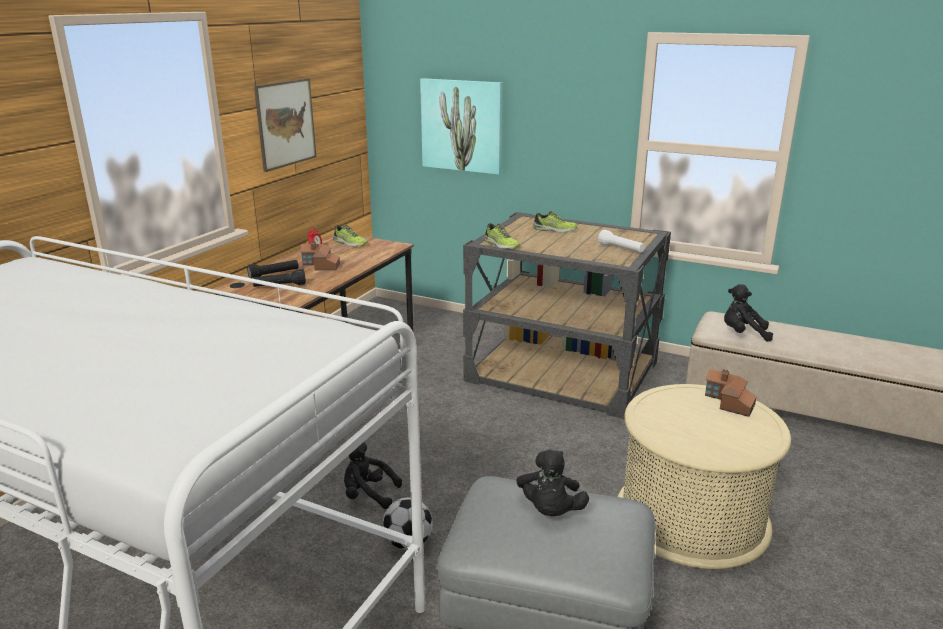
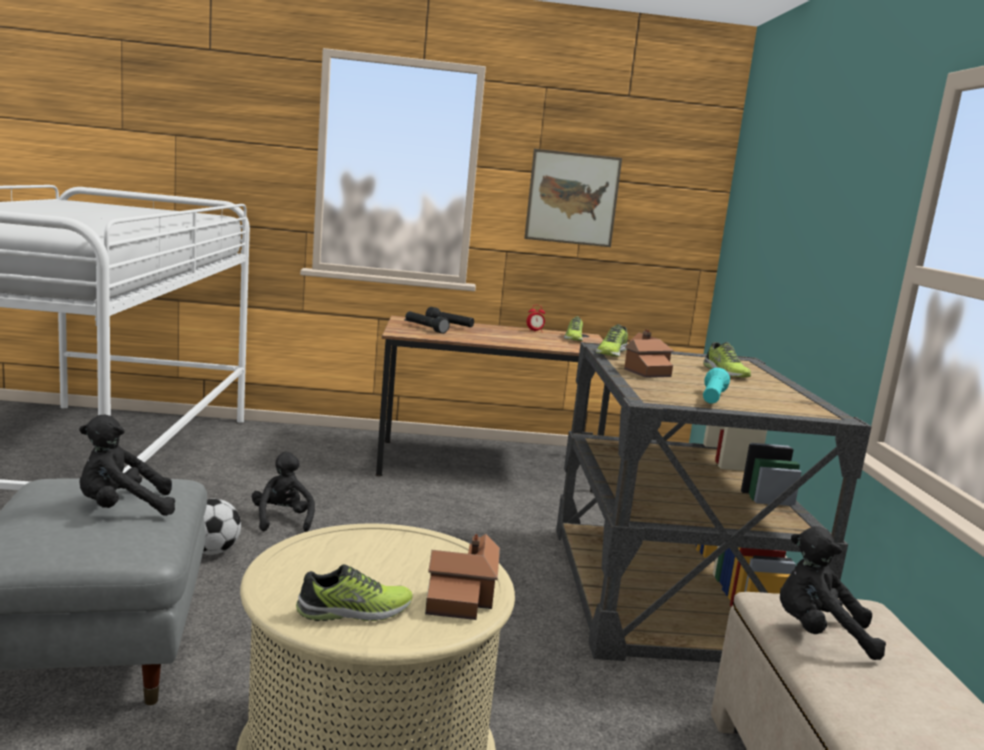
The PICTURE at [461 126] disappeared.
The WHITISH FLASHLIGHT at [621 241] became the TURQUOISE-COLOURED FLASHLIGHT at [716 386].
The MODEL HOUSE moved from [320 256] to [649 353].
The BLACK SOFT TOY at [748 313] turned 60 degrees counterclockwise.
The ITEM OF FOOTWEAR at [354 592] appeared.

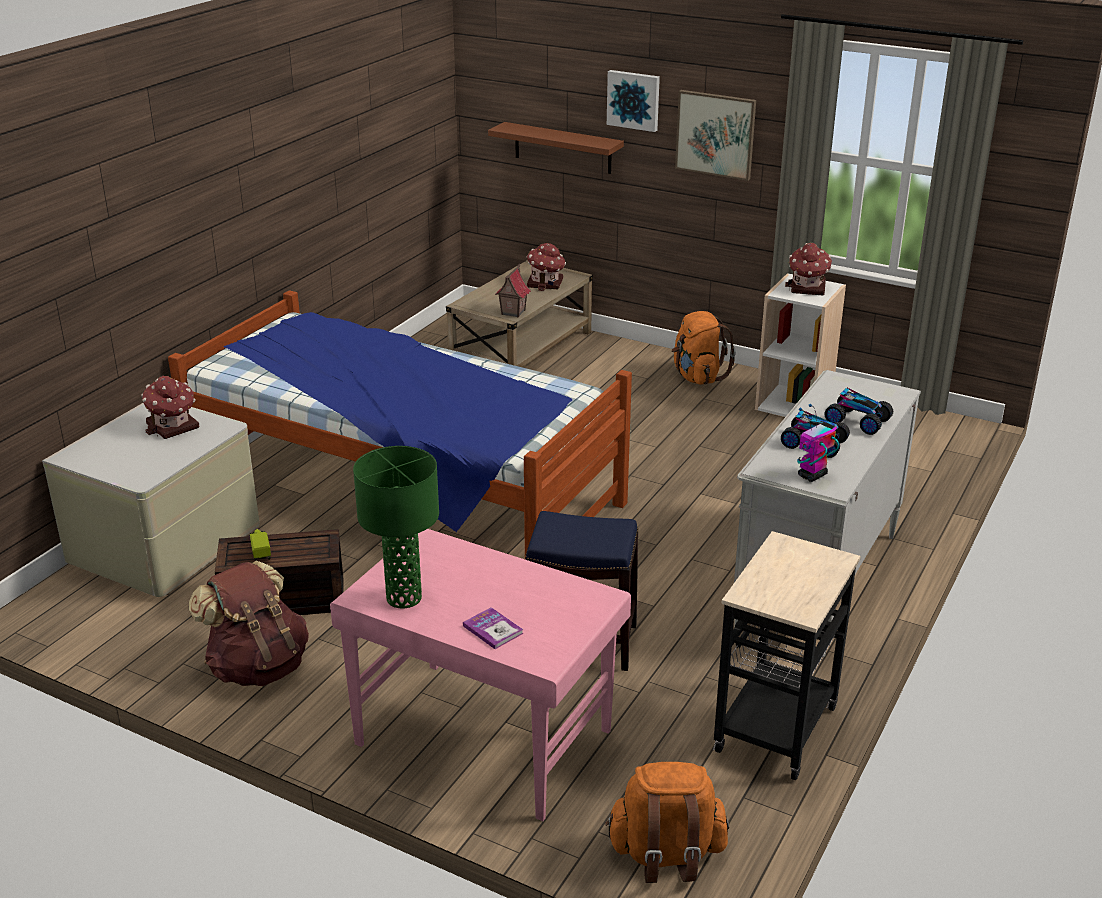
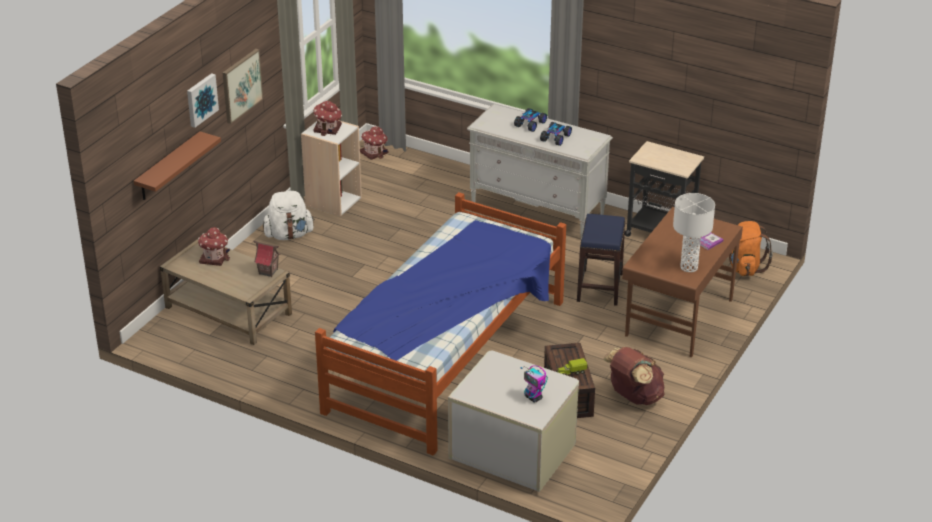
The ORANGE BACKPACK at [704 348] became the WHITISH BACKPACK at [289 215].
The MODEL HOUSE moved from [170 407] to [374 143].
The MODEL ROBOT moved from [818 443] to [534 384].
The GREEN TABLE LAMP at [396 527] became the WHITISH TABLE LAMP at [694 232].
The PINK-COLOURED DESK TABLE at [480 675] became the BROWN-COLOURED DESK TABLE at [682 282].

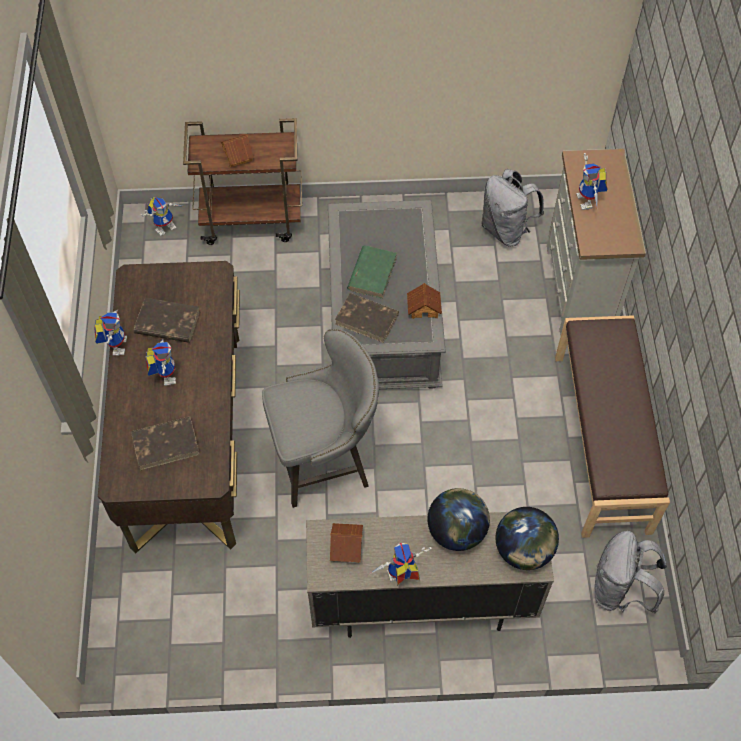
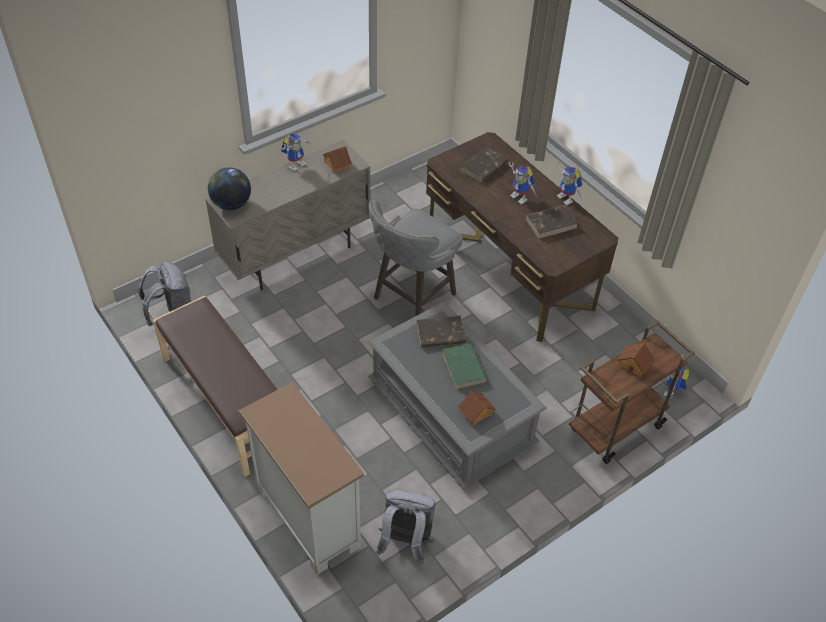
The MODEL ROBOT at [592 181] disappeared.
The MODEL HOUSE moved from [424 301] to [477 408].
The WORLD GLOBE at [459 519] disappeared.

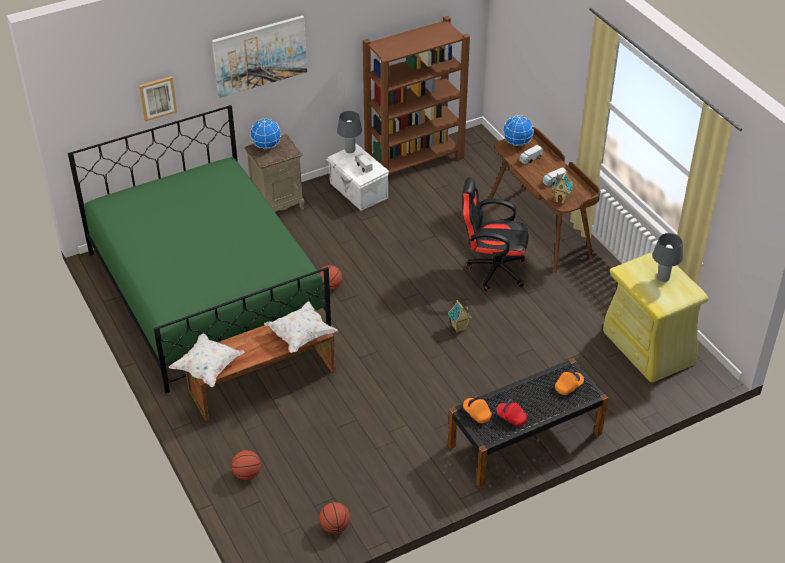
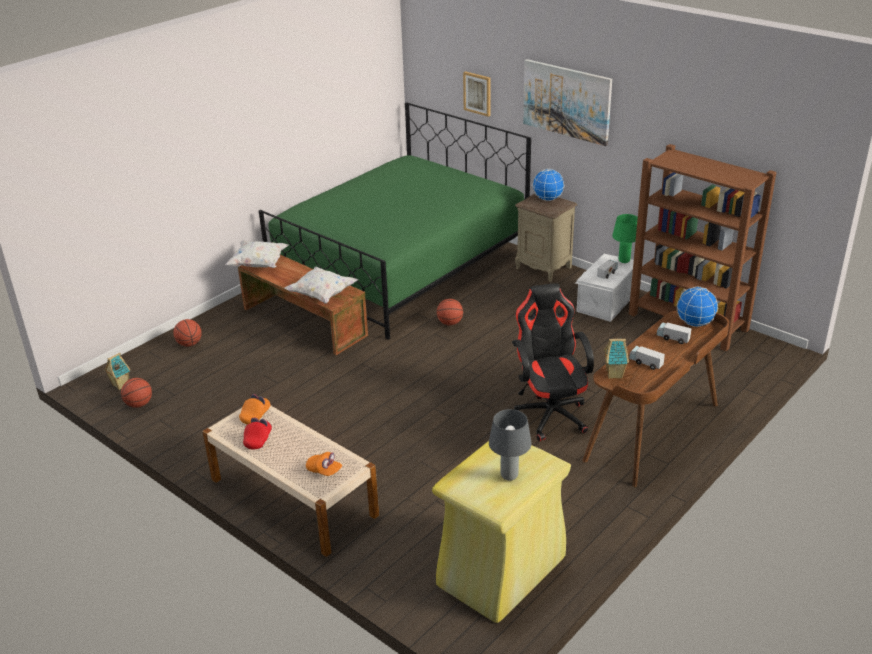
The GREY TABLE LAMP at [349 132] became the GREEN TABLE LAMP at [625 238].
The MODEL HOUSE moved from [459 316] to [117 371].
The BLACK BENCH at [528 423] became the SAND-COLOURED BENCH at [290 481].

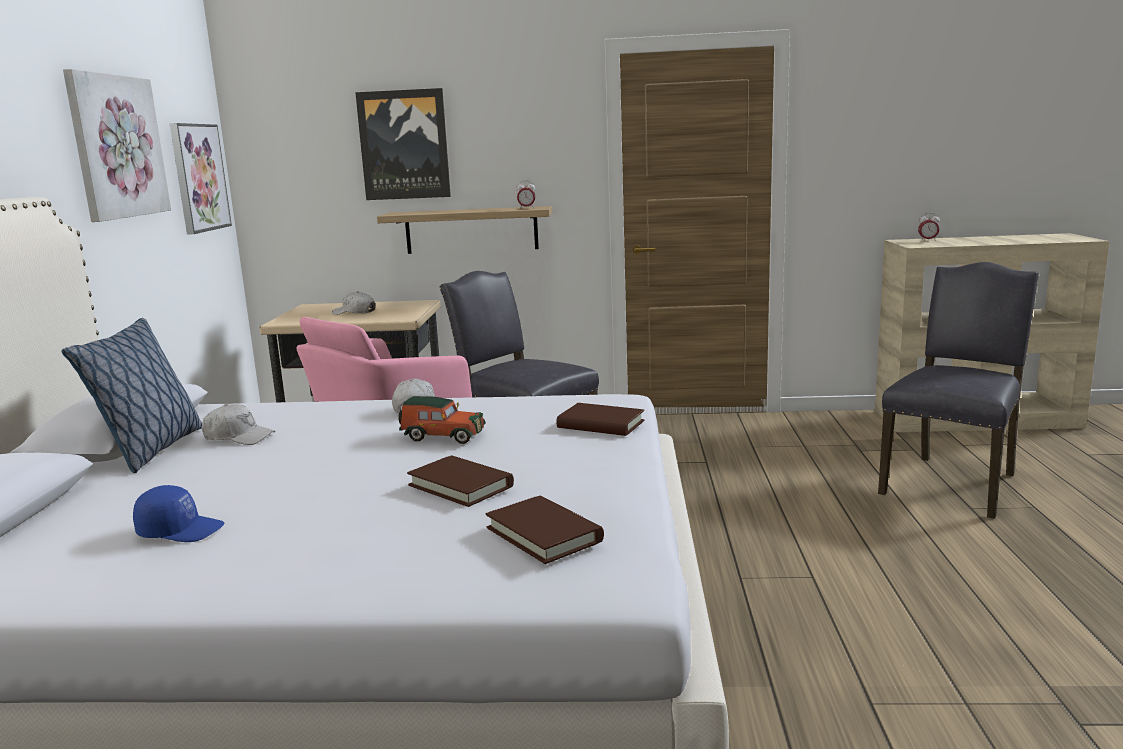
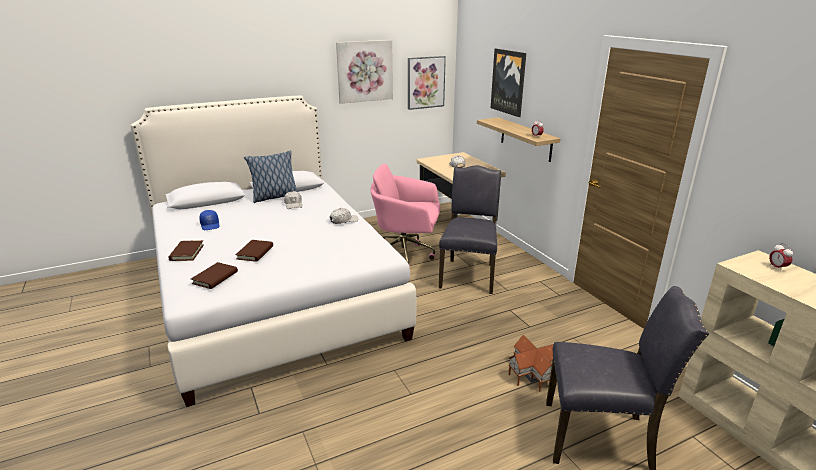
The MODEL CAR at [442 420] disappeared.
The BROWN-COLOURED BOUND BOOK moved from [600 419] to [186 250].
The MODEL HOUSE at [531 363] appeared.

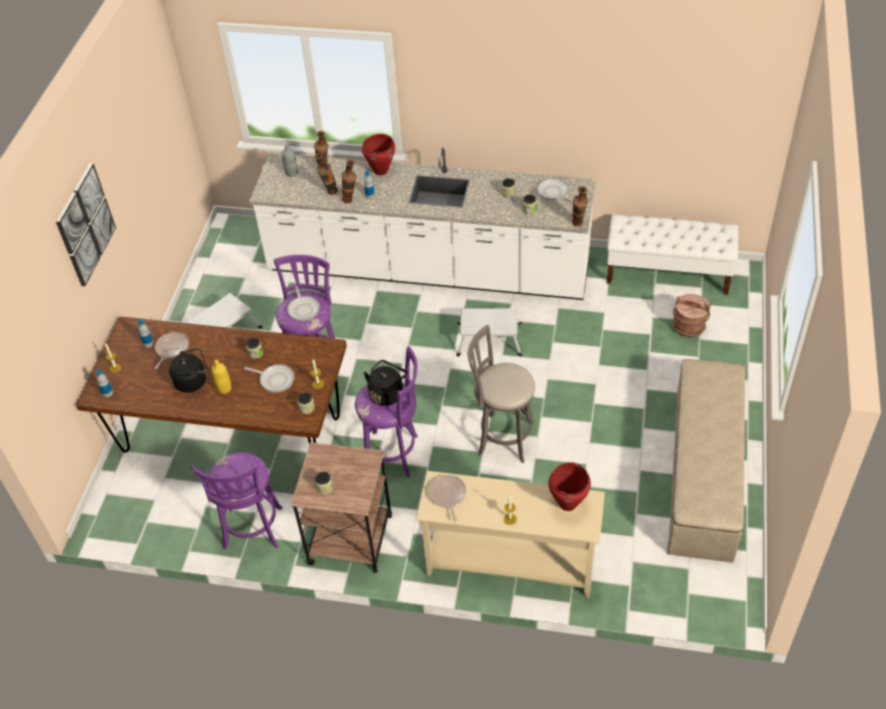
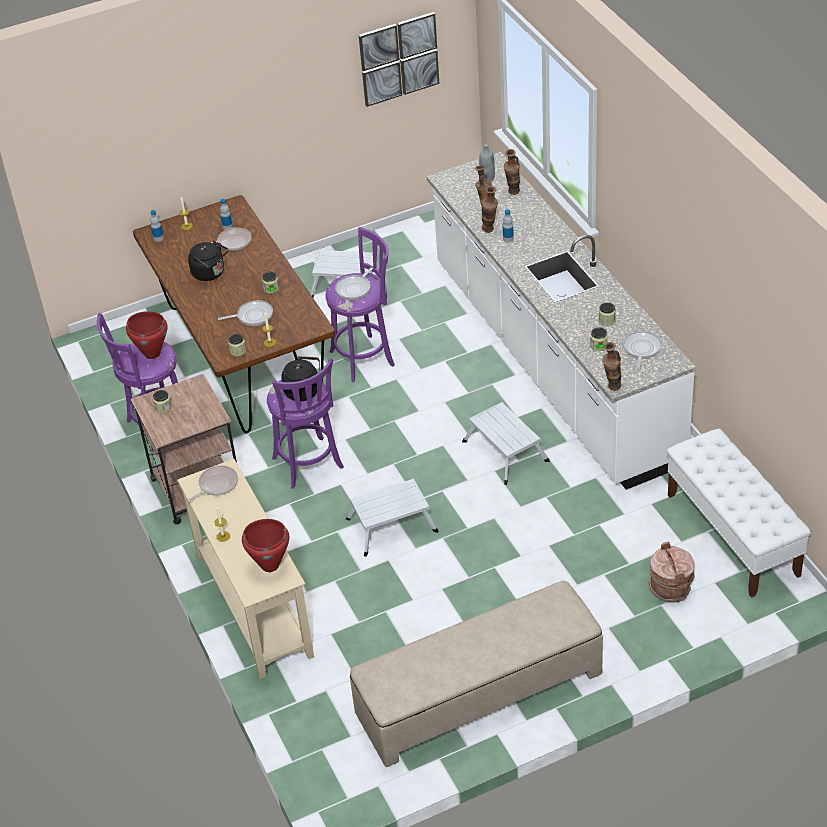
The RED COOKING POT moved from [378 154] to [147 335].
The PICTURE moved from [86 224] to [399 59].
The GREY SITTING STOOL at [501 394] was replaced by the WHITISH STEP LADDER at [392 517].
The YELLOW BOTTLE at [221 377] disappeared.
The SKILLET at [269 378] turned 90 degrees counterclockwise.

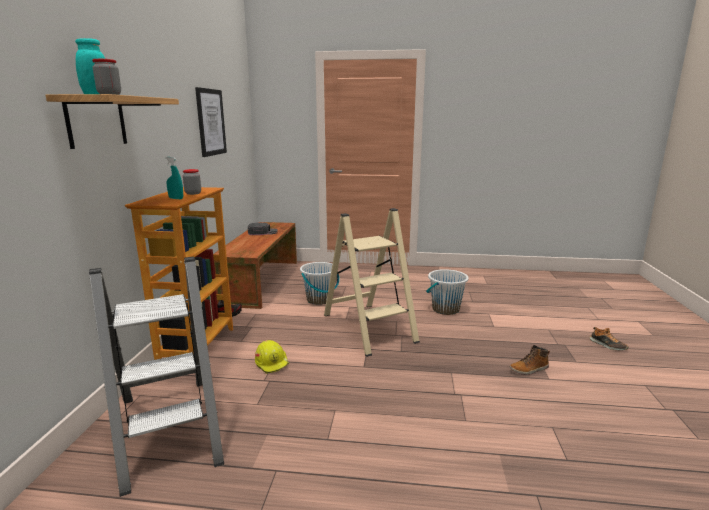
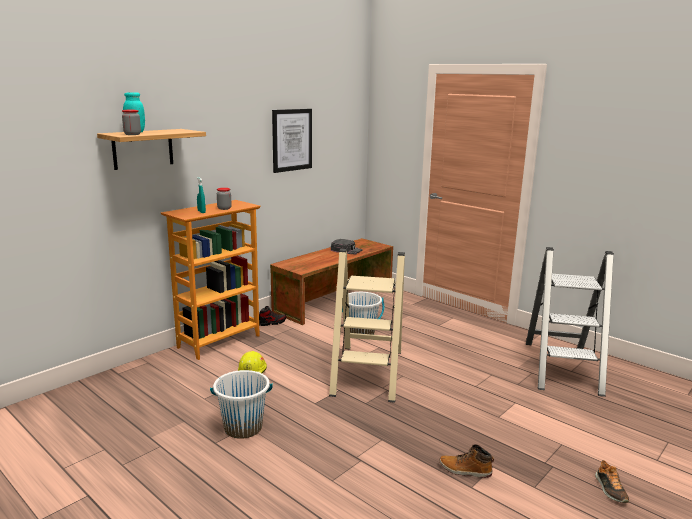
The GREY STEP LADDER moved from [156 376] to [570 322].
The WHITISH PAIL moved from [447 292] to [241 404].

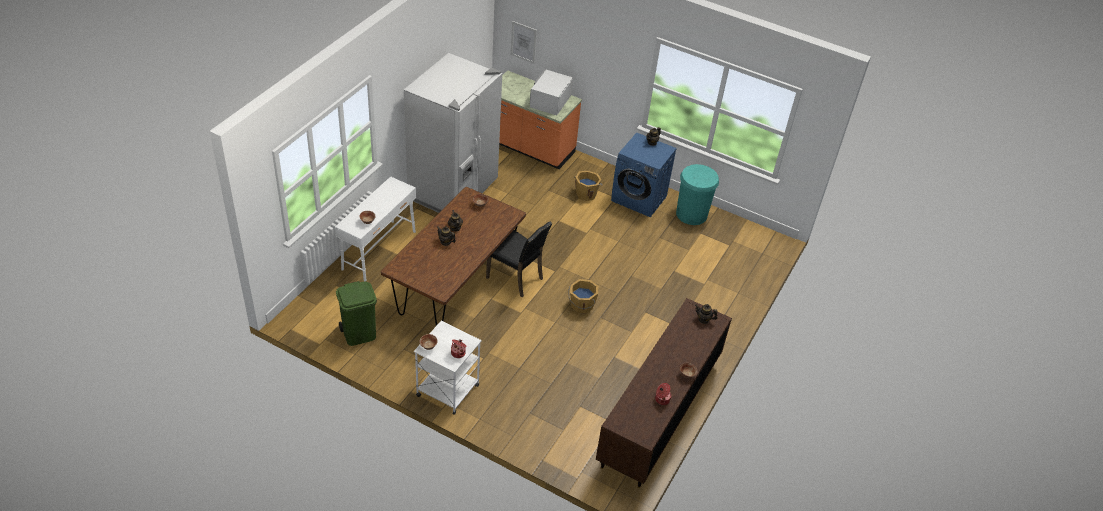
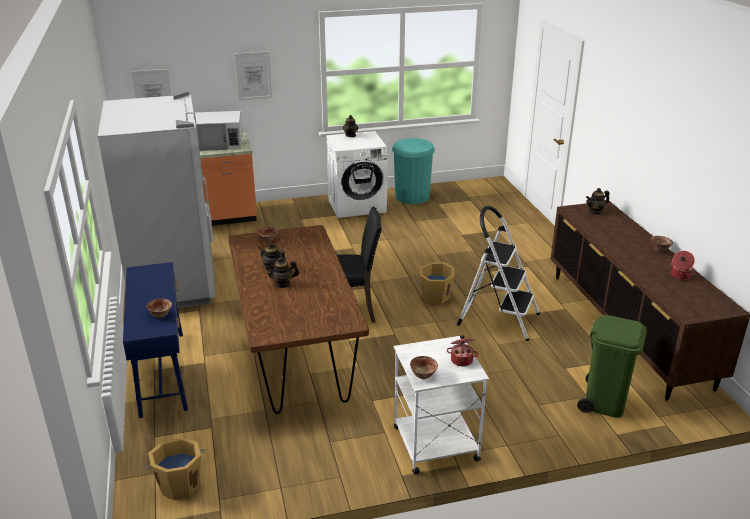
The WHITISH KITCHEN MICROWAVE at [551 92] turned 75 degrees counterclockwise.
The BLUE WASHING MACHINE at [644 174] became the WHITISH WASHING MACHINE at [357 174].
The ORANGE PAIL moved from [588 186] to [175 468].
The WHITISH CONSOLE TABLE at [375 229] became the BLUE CONSOLE TABLE at [155 340].
The GREEN WASTE BIN moved from [356 313] to [612 366].
The PICTURE at [253 76] appeared.
The STEP LADDER at [498 273] appeared.

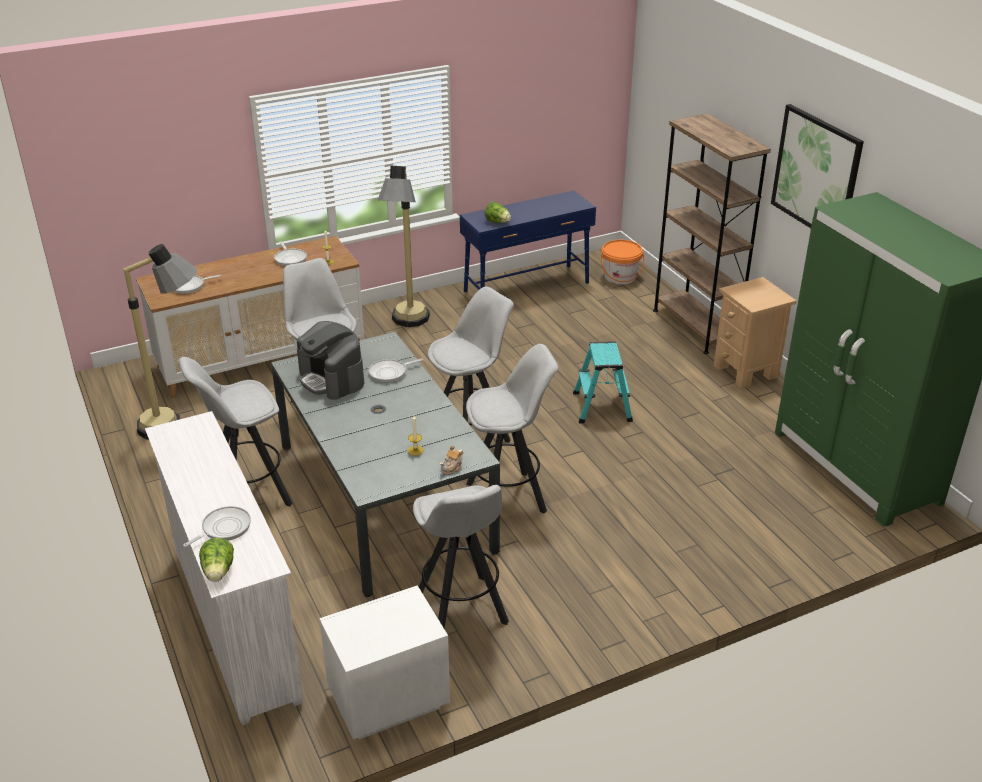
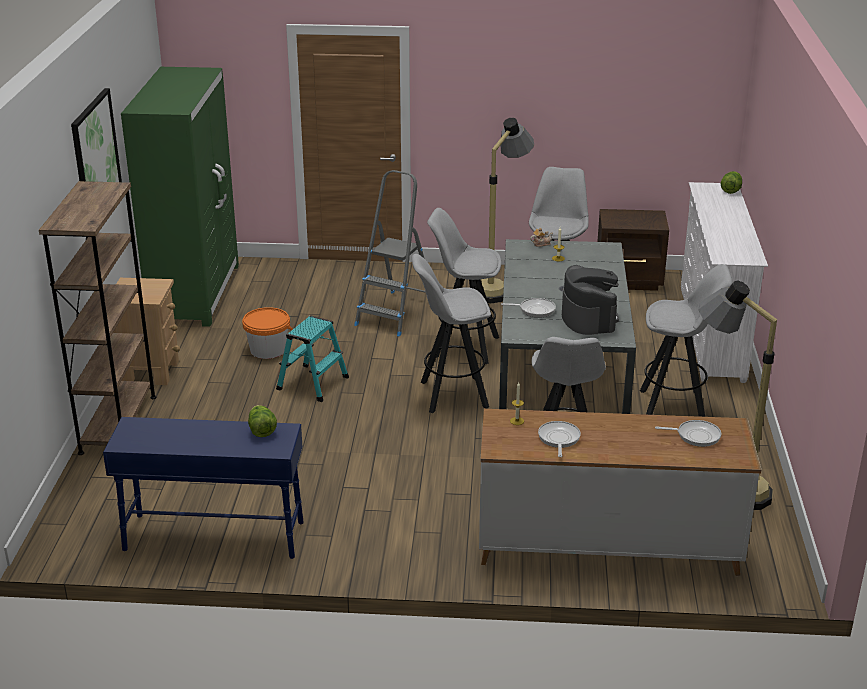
The STANDING LAMP moved from [404 246] to [507 210].
The ORANGE PAIL moved from [623 262] to [267 333].
The SKILLET at [217 526] disappeared.
The WHITISH BEDSIDE TABLE at [385 662] became the BROWN-COLOURED BEDSIDE TABLE at [633 250].
The GREY STEP LADDER at [390 253] appeared.

